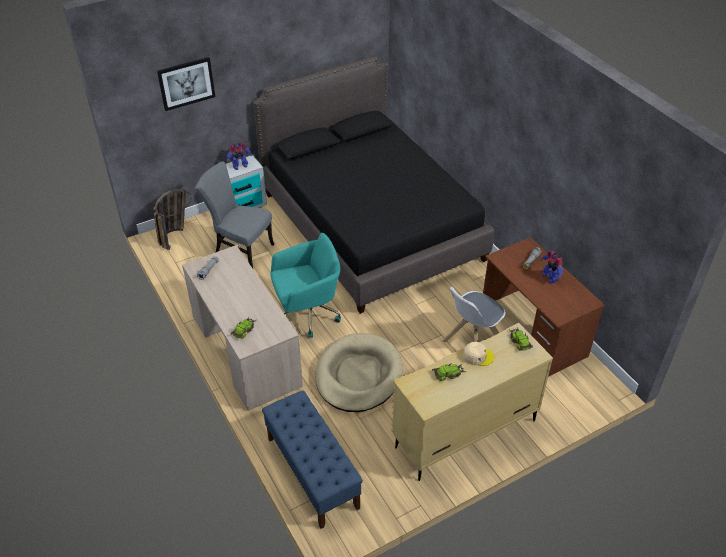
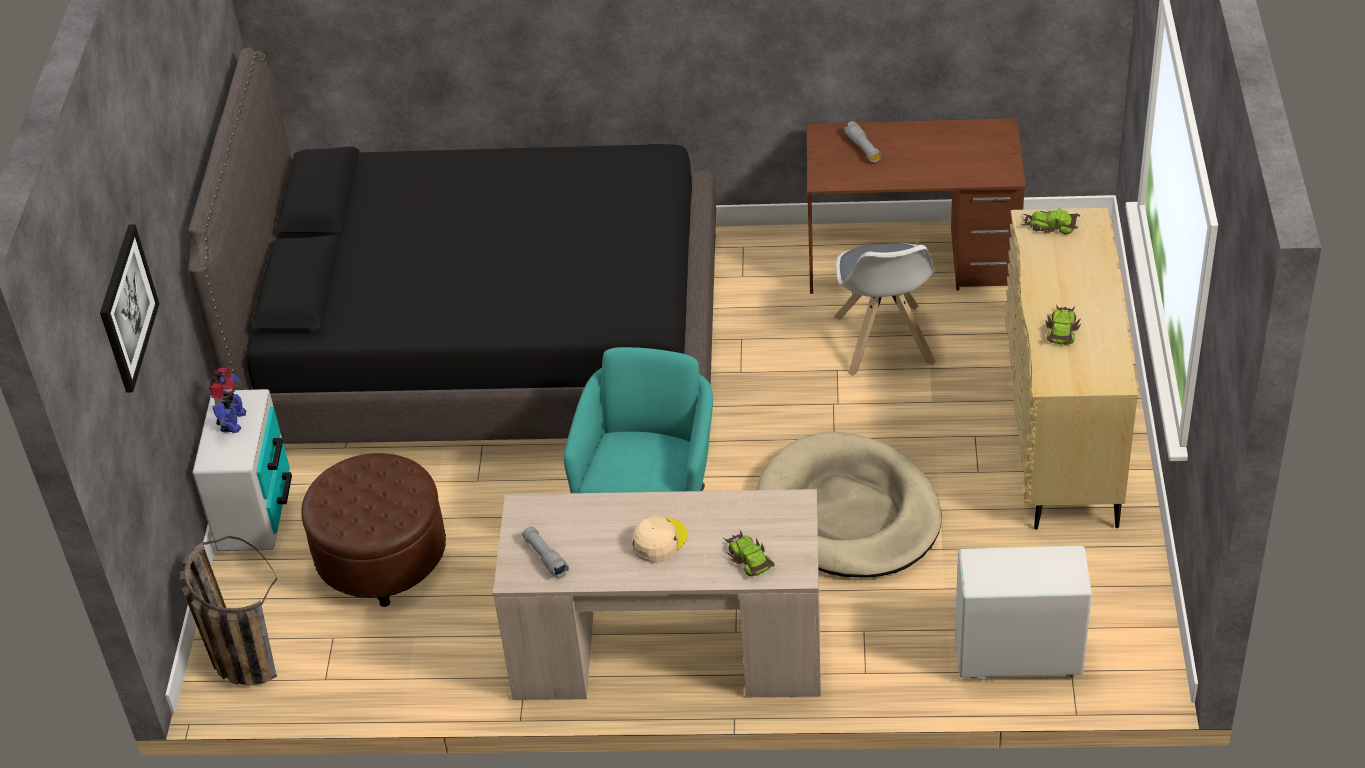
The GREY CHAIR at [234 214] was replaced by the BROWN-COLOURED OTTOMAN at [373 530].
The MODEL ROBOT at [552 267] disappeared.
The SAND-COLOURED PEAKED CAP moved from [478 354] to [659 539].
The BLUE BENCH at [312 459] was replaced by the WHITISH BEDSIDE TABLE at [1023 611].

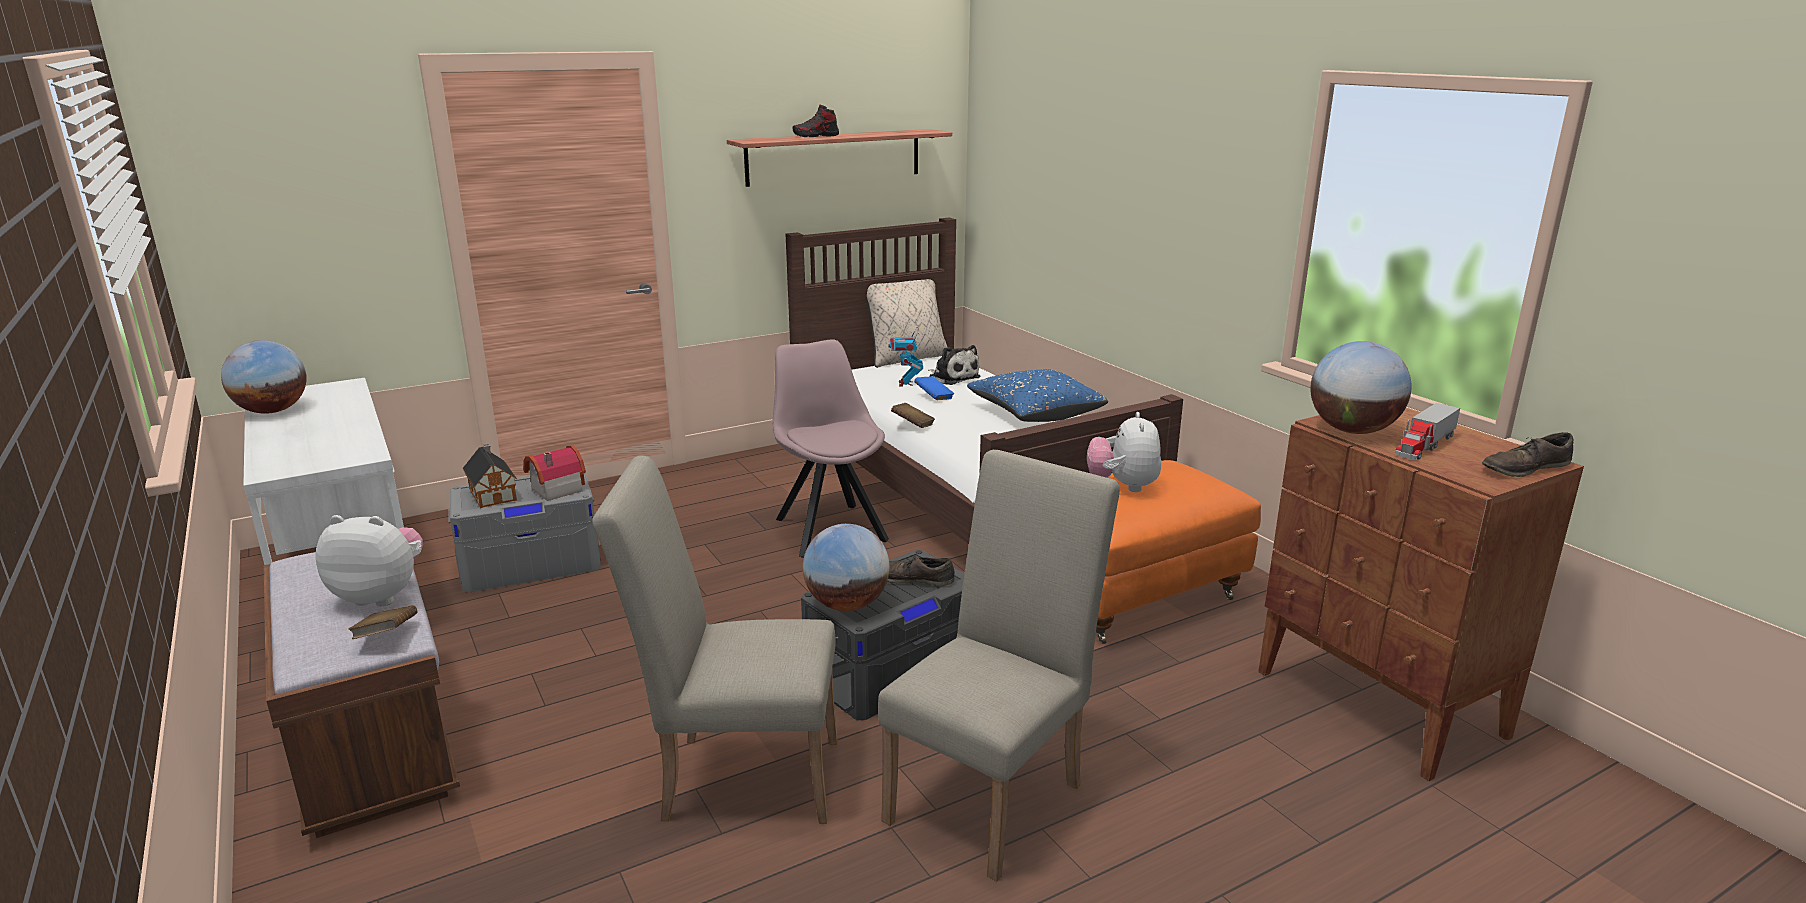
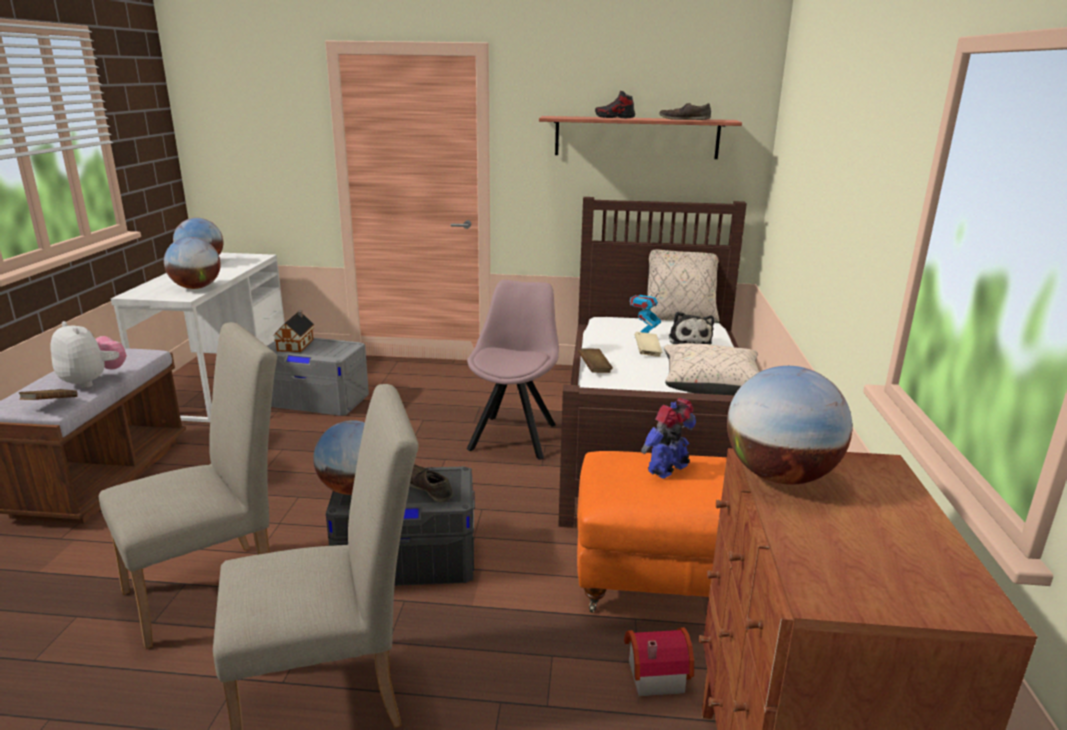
The BLUE PILLOW at [1037 395] became the SAND-COLOURED PILLOW at [711 369].
The BLUE BOUND BOOK at [934 388] became the SAND-COLOURED BOUND BOOK at [648 344].
The TOY TRUCK at [1427 431] disappeared.
The SOFT TOY at [1124 452] was replaced by the MODEL ROBOT at [668 438].
The BROWN-COLOURED ITEM OF FOOTWEAR moved from [1527 454] to [685 111].
The MODEL HOUSE moved from [554 473] to [659 661].
The SAND-COLOURED CHAIR at [715 640] turned 105 degrees clockwise.
The WORLD GLOBE at [192 263] appeared.

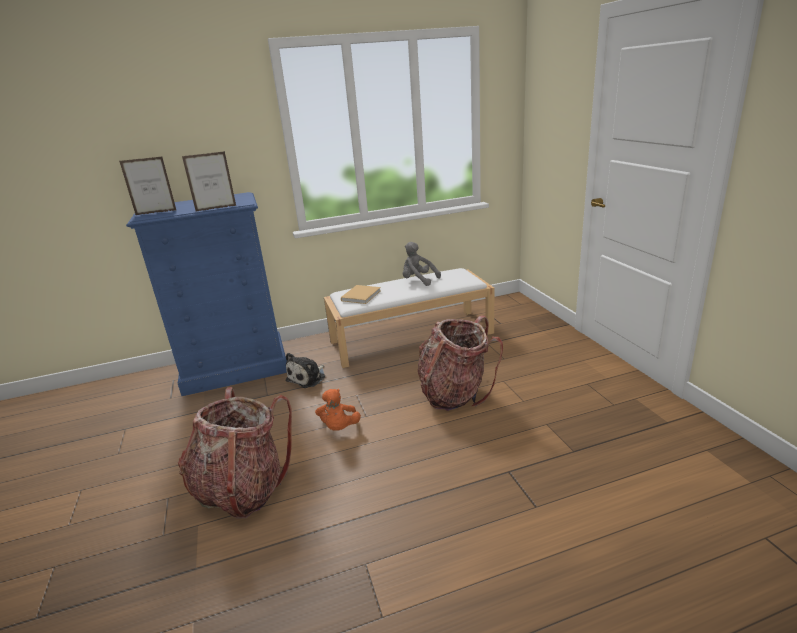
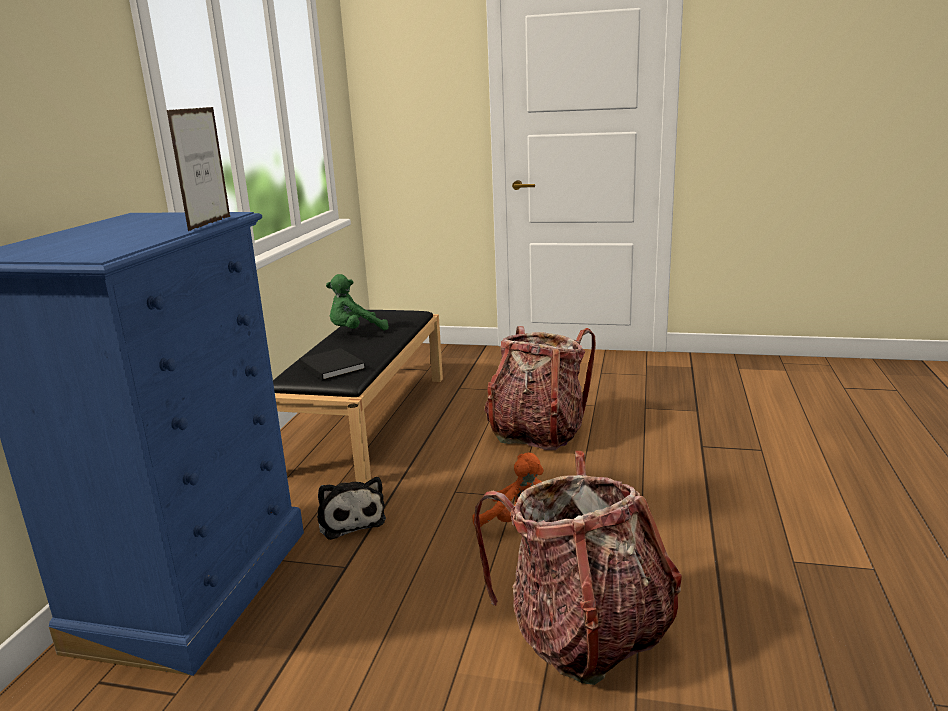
The STANDING FRAME at [147 186] disappeared.
The GREY SOFT TOY at [422 264] became the GREEN SOFT TOY at [357 302].
The WHITISH BENCH at [409 318] became the BLACK BENCH at [358 396].
The SAND-COLOURED BOUND BOOK at [361 294] became the BLACK BOUND BOOK at [332 364].

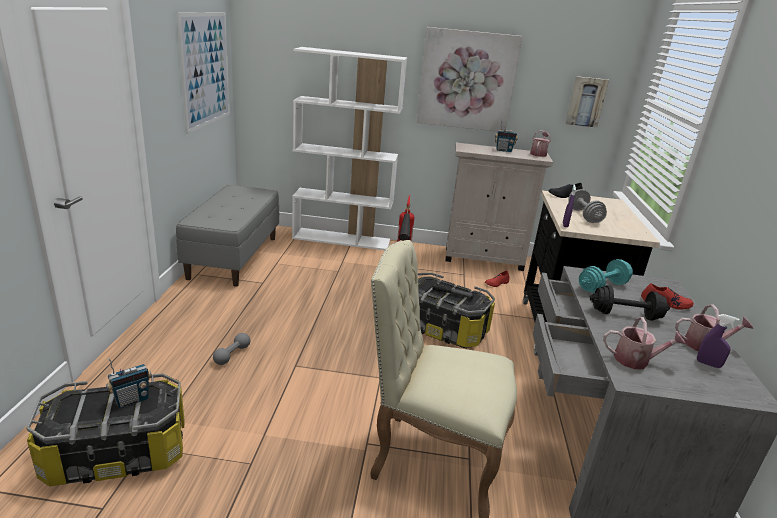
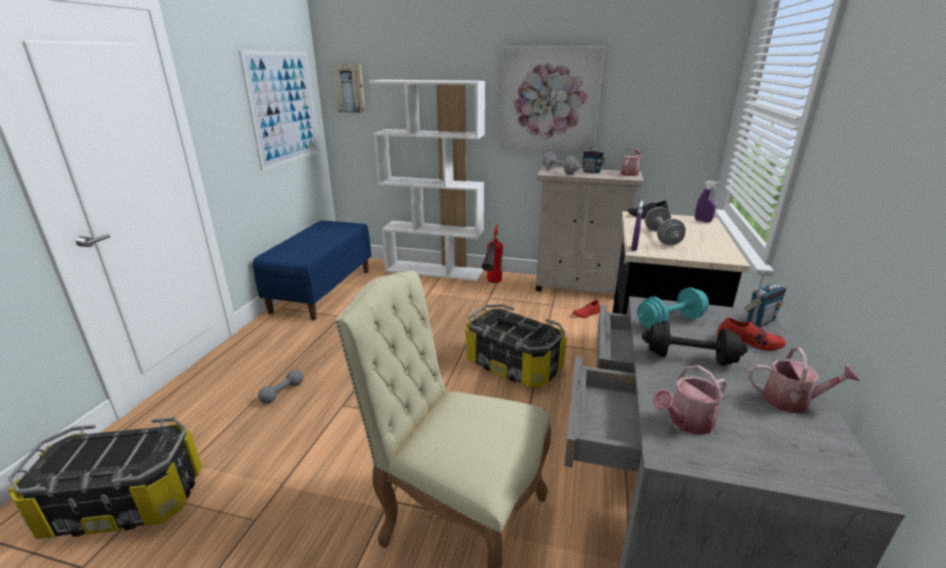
The PICTURE moved from [587 102] to [348 88].
The GREY BENCH at [227 236] became the BLUE BENCH at [312 270].
The PURPLE SPRAYER moved from [718 341] to [707 201].
The SPRINKLING CAN at [644 343] turned 135 degrees clockwise.
The RADIO SET moved from [129 383] to [765 299].
The GREY FREE WEIGHT at [561 163] appeared.

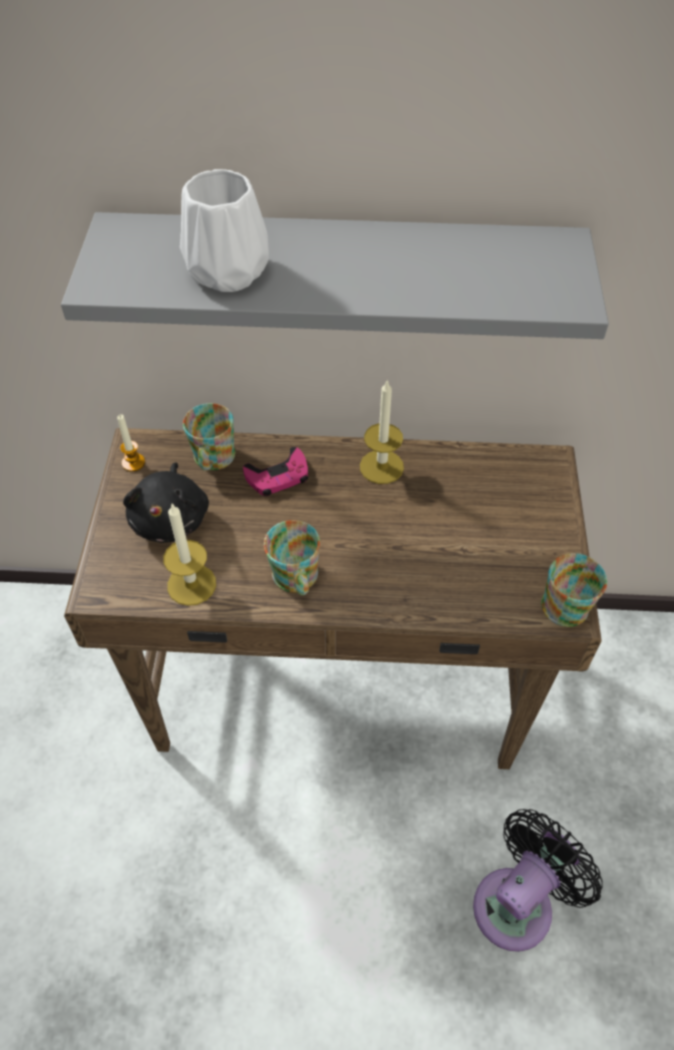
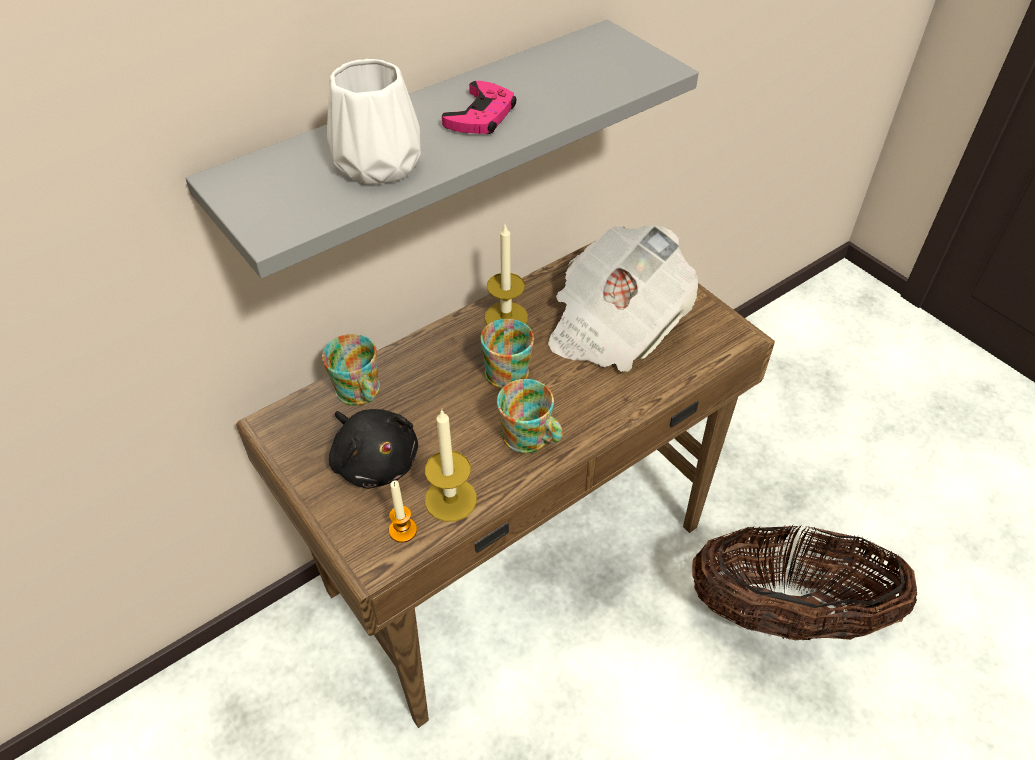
The CANDLE moved from [131 443] to [403 511].
The PINK-COLOURED JOYPAD moved from [275 471] to [479 107].
The COFFEE MUG moved from [574 590] to [507 354].
The BLACK ELECTRIC FAN at [538 880] was replaced by the BASKET at [804 582].
The PRINTED PAPER at [623 298] appeared.

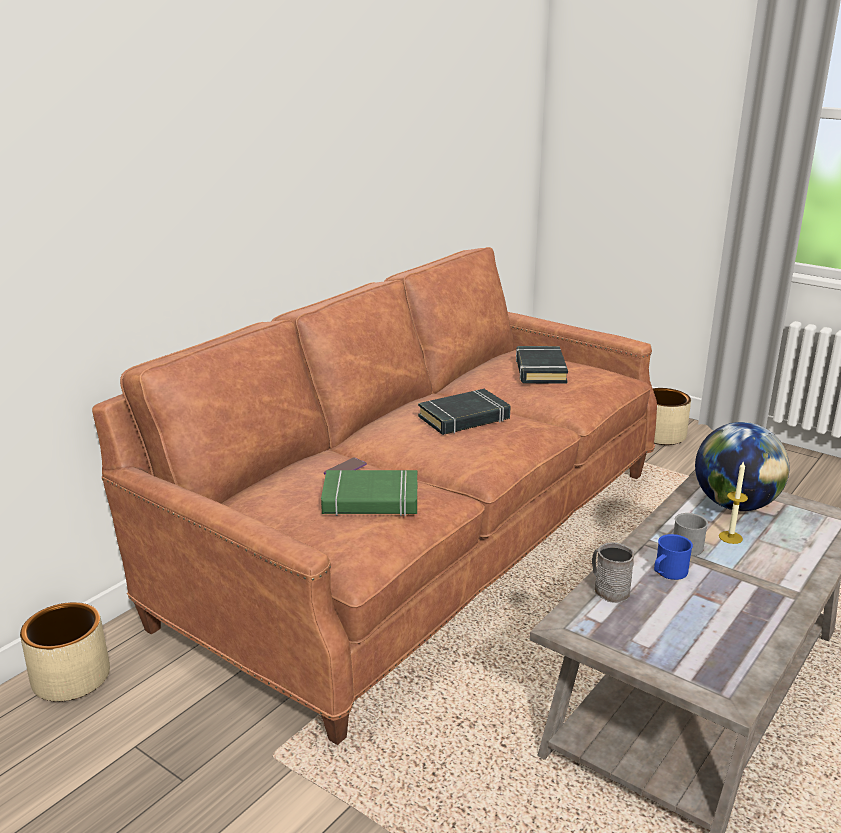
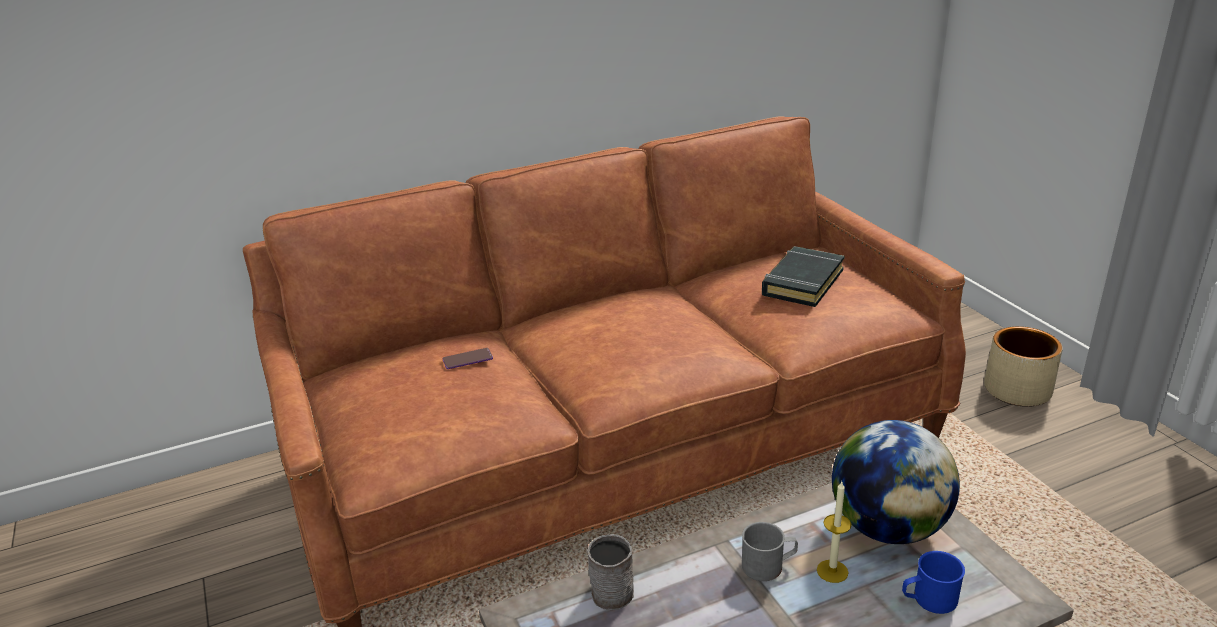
The BLACK BOUND BOOK at [464 412] disappeared.
The GREEN BOUND BOOK at [369 493] disappeared.
The BLUE COFFEE MUG moved from [673 557] to [933 582].
The SAND-COLOURED FLOWER POT at [65 652] disappeared.

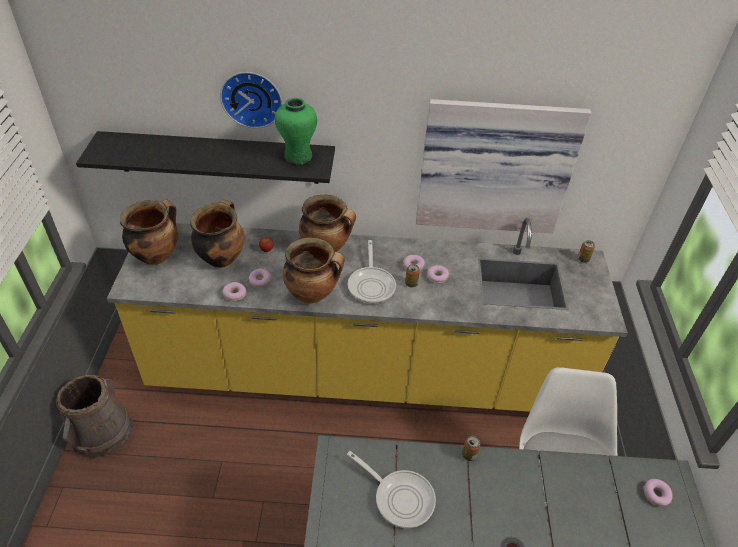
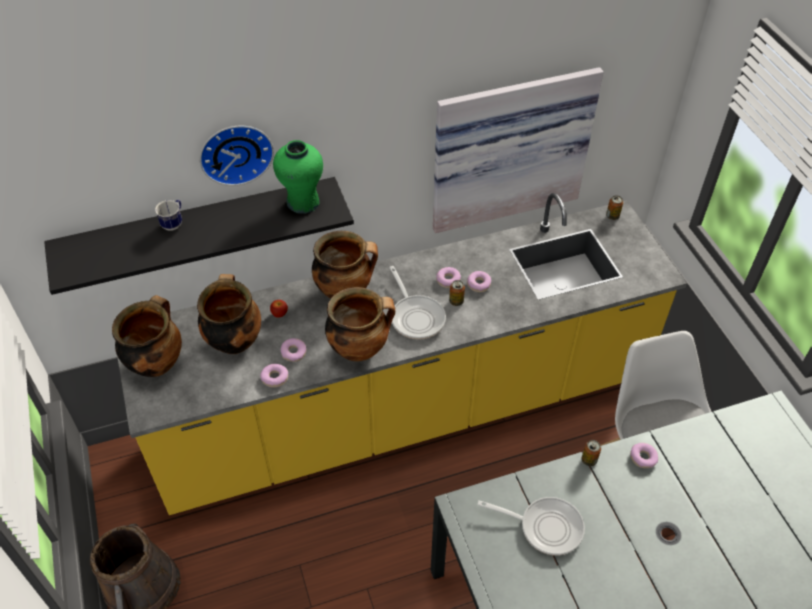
The DOUGHNUT moved from [658 492] to [644 455].
The COFFEE MUG at [168 215] appeared.

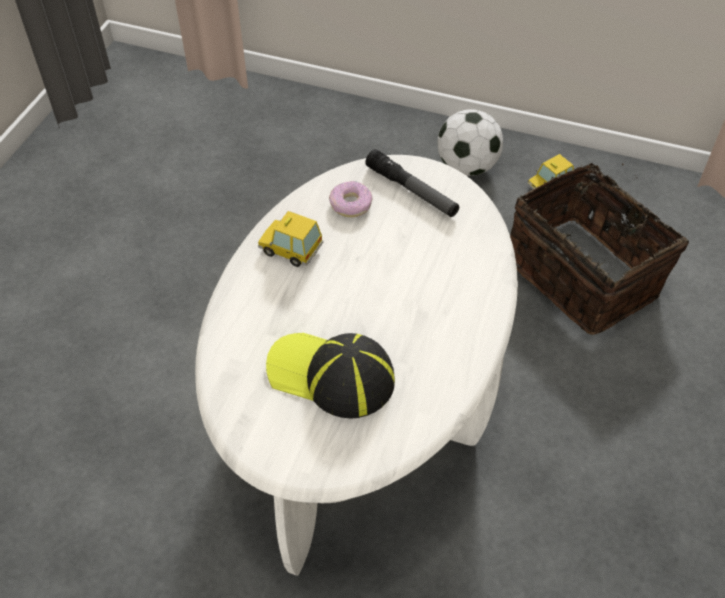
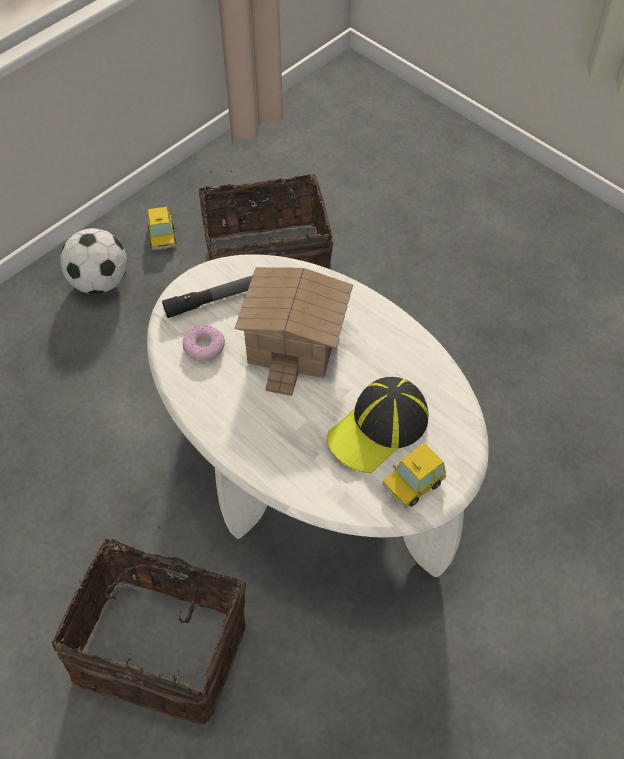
The MODEL CAR moved from [290 239] to [414 475].
The MODEL HOUSE at [293 331] appeared.
The BASKET at [149 620] appeared.

